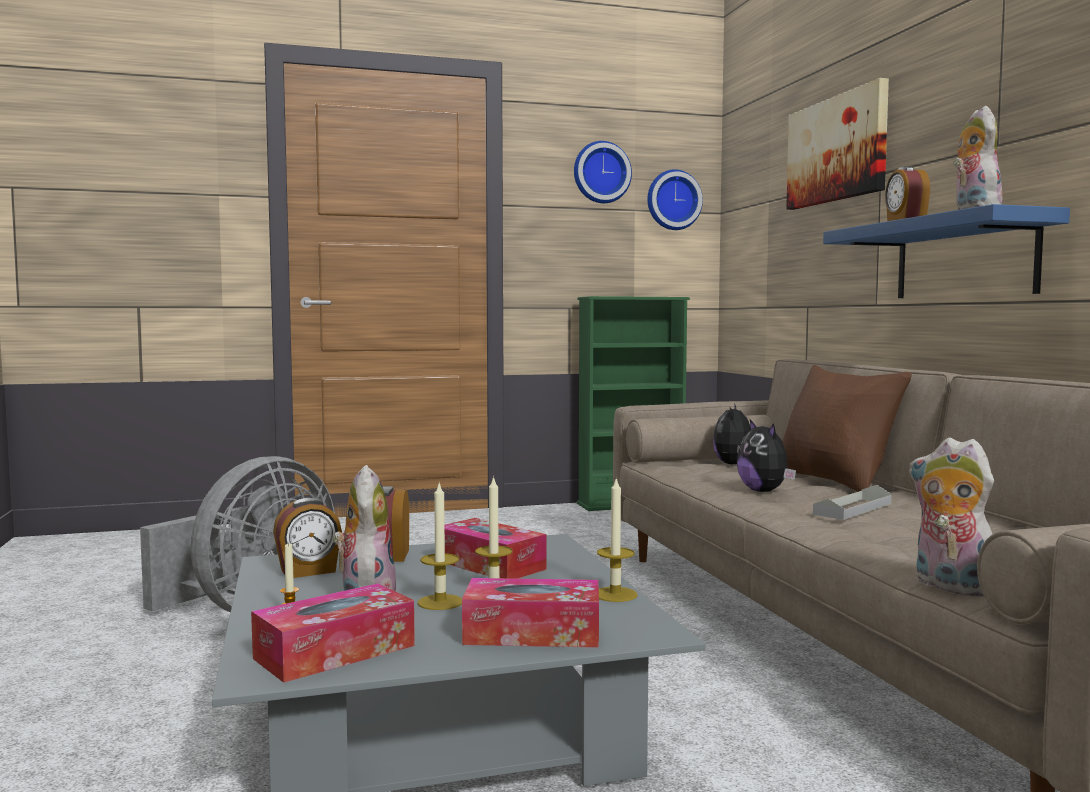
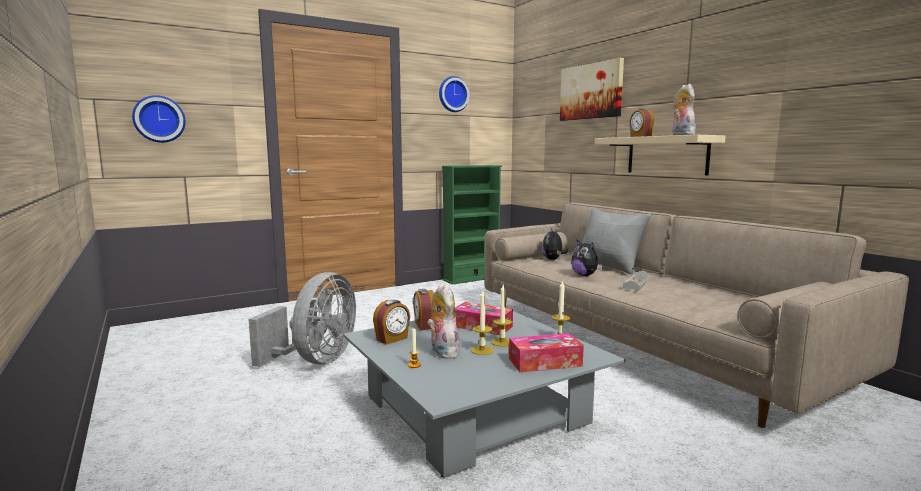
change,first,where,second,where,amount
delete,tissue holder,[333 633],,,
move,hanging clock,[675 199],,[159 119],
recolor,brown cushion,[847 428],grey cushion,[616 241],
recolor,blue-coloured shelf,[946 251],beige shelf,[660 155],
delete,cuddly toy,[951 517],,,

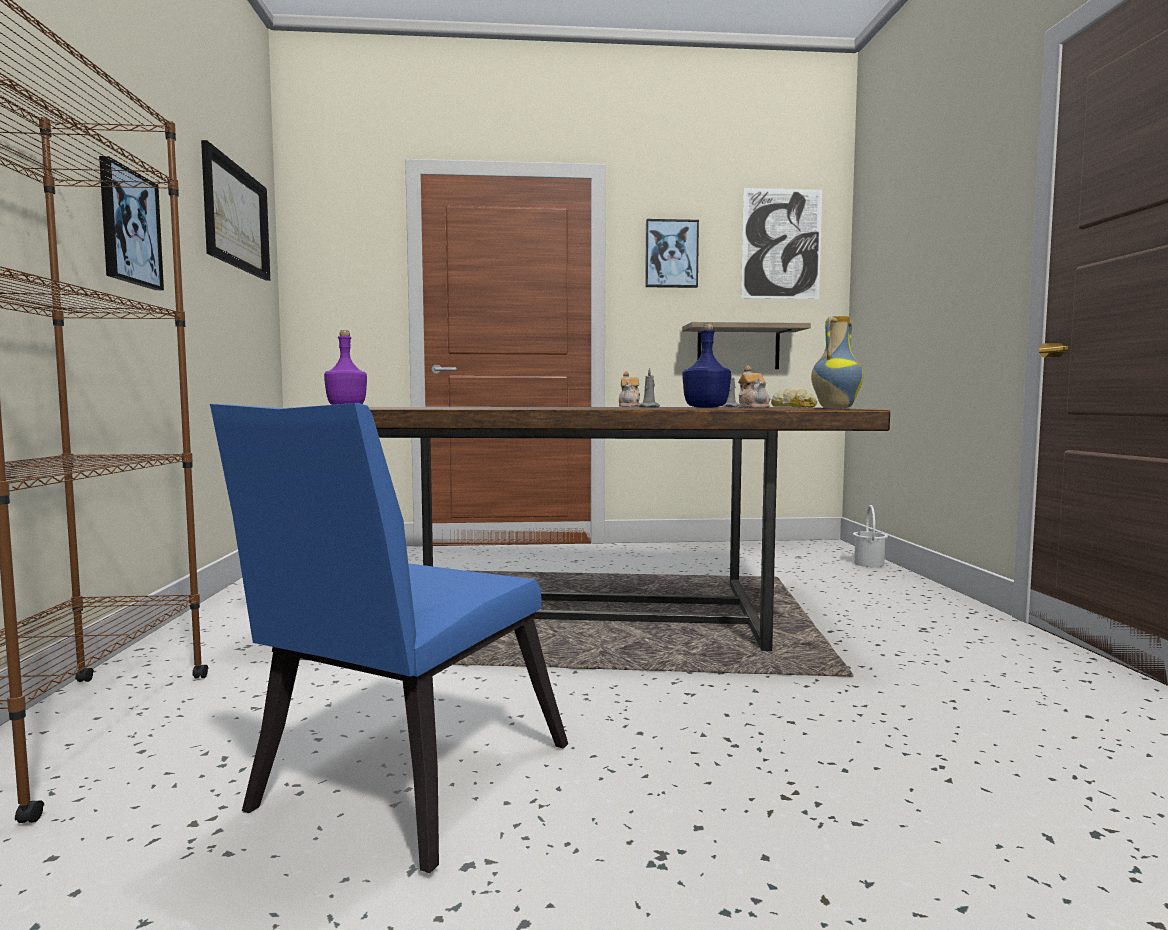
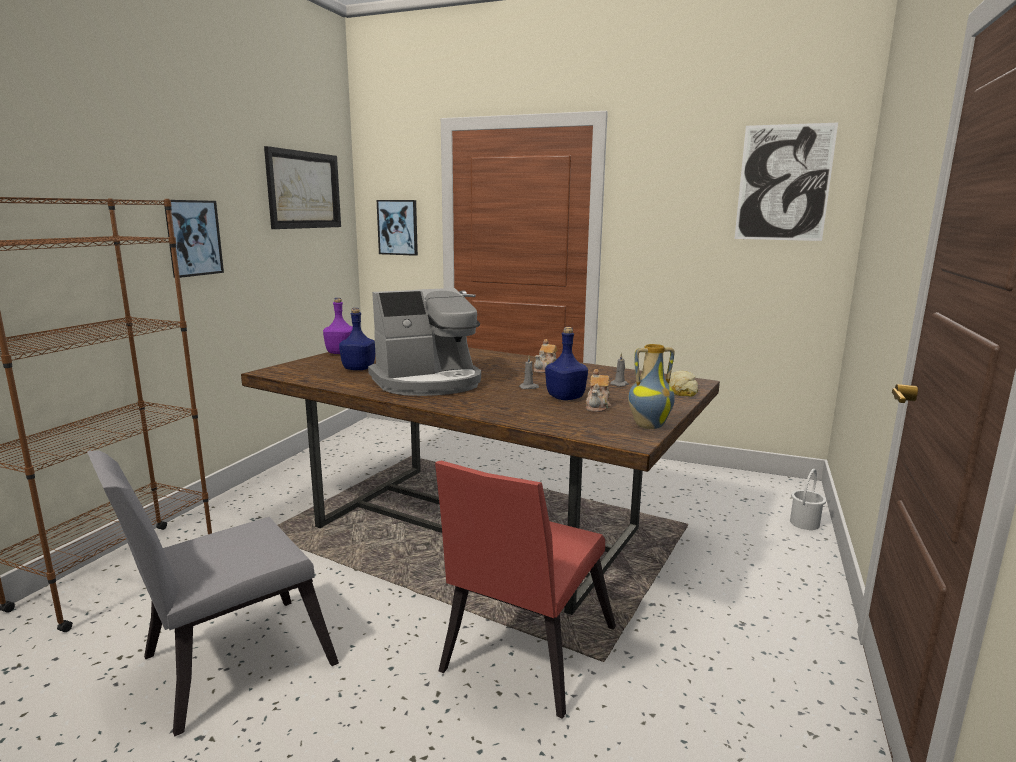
change,first,where,second,where,amount
recolor,blue-coloured plain chair,[389 638],grey plain chair,[213 593],
move,wall picture,[672 253],,[397 228],
delete,shelf,[746 345],,,
insert,,,blue-coloured drink bottle,[357 339],
insert,,,coffee maker,[424 342],
insert,,,reddish plain chair,[525 589],

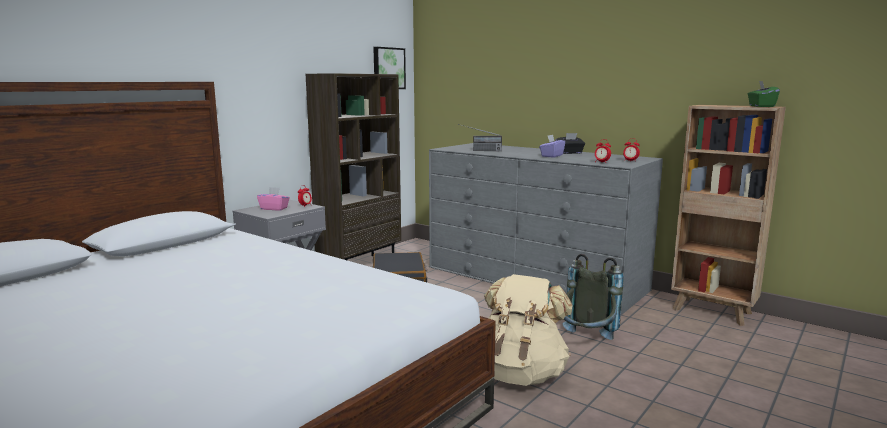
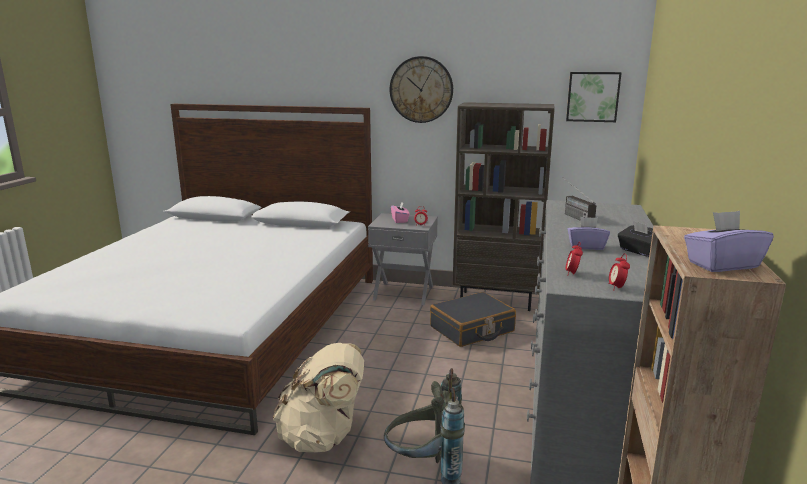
change,first,where,second,where,amount
recolor,green tissue holder,[764 94],purplish tissue holder,[729 241],
insert,,,hanging clock,[421 89],

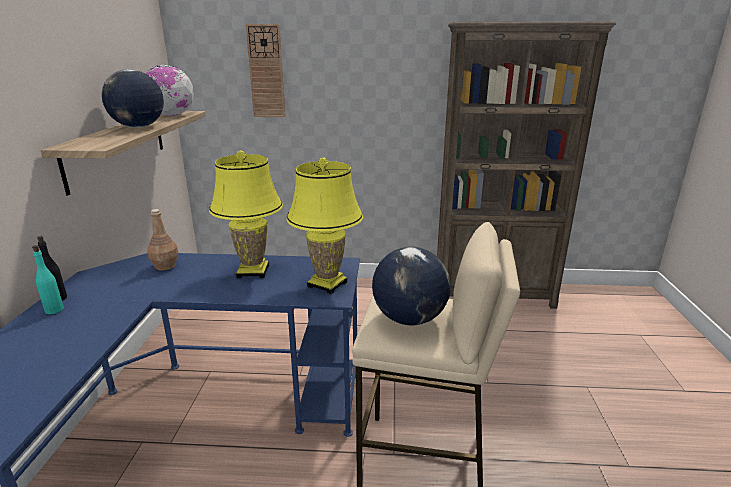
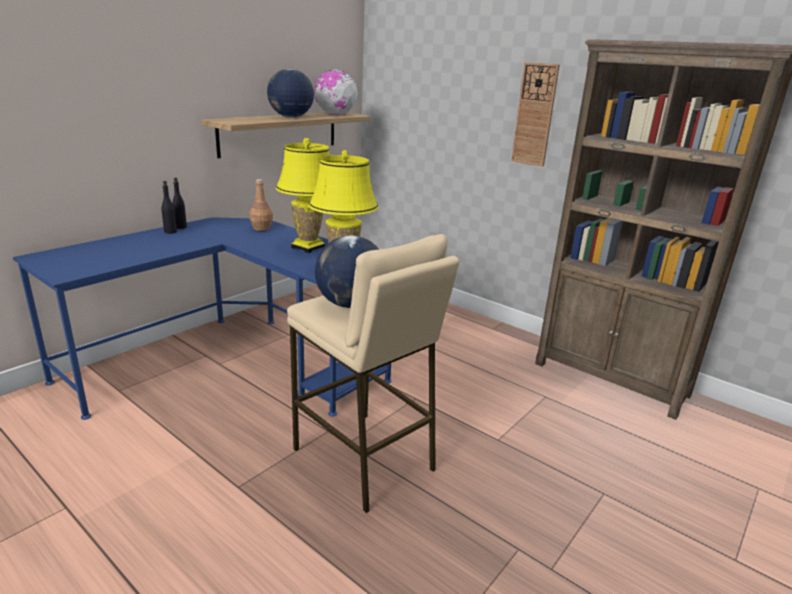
change,first,where,second,where,amount
recolor,blue-green drink bottle,[48 279],blackish drink bottle,[169 207],
move,hanging clock,[265 70],,[535 114],

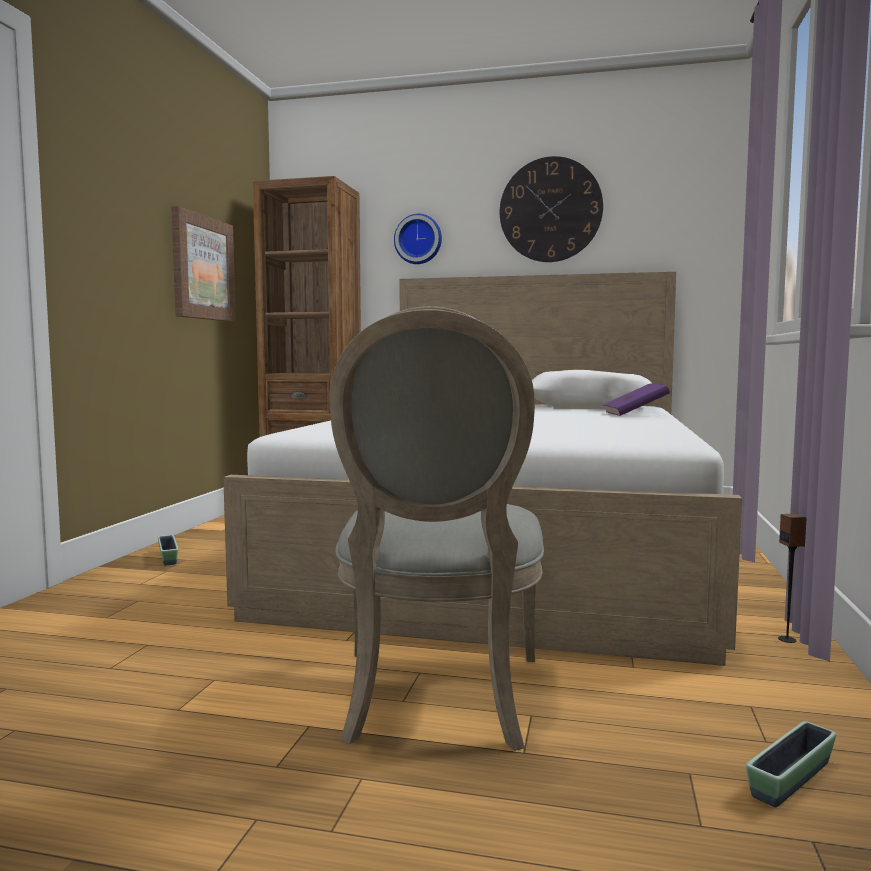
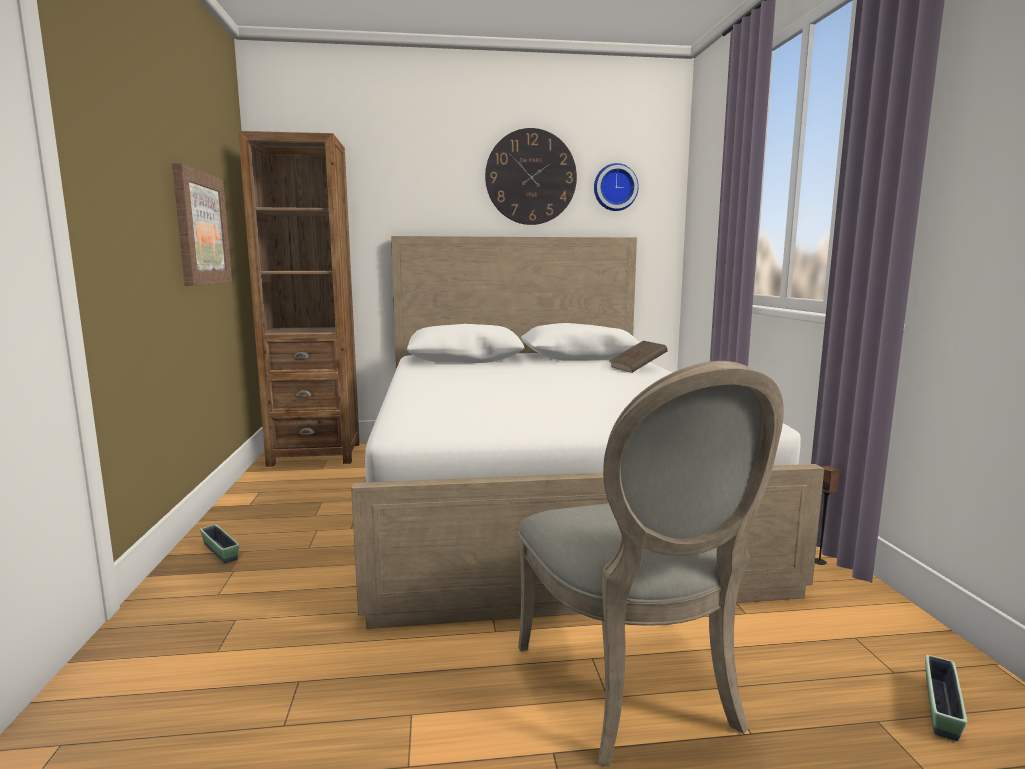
change,first,where,second,where,amount
move,hanging clock,[418 239],,[616 187],
recolor,purplish bound book,[636 399],brown bound book,[638 357],

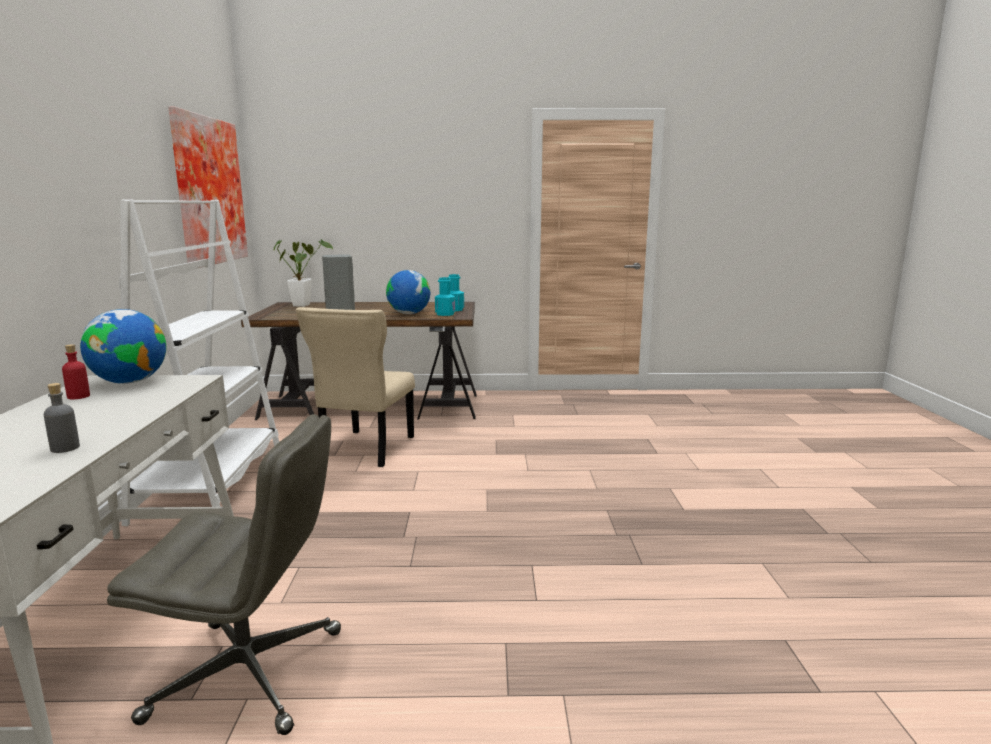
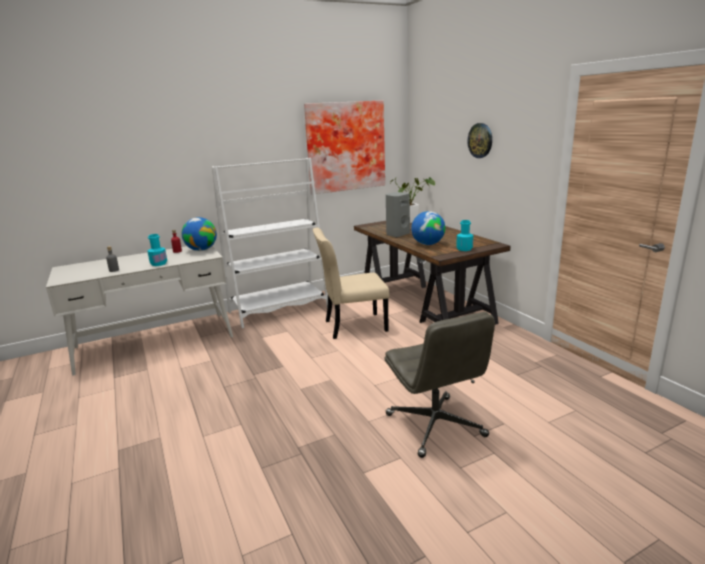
change,first,where,second,where,amount
move,grey office chair,[224 574],,[439 385],
move,blue-green drink bottle,[445 296],,[157 250],
insert,,,hanging clock,[480 140],

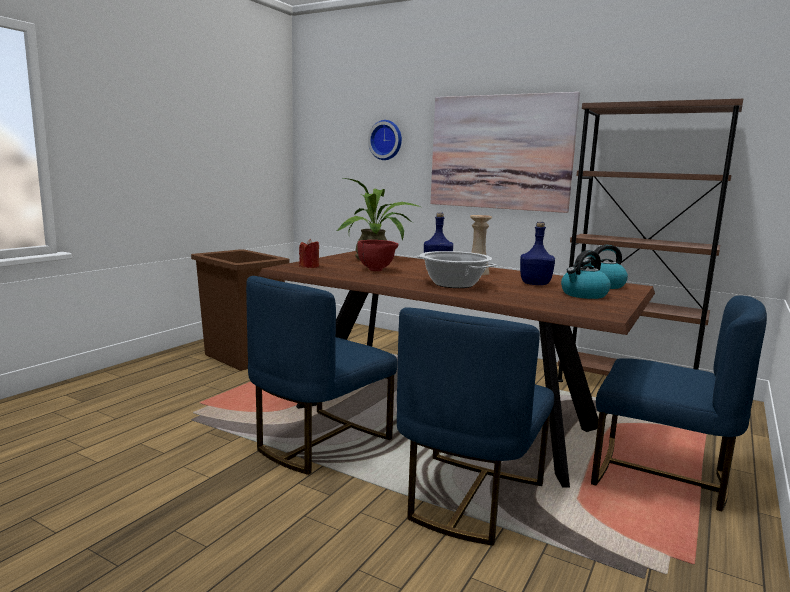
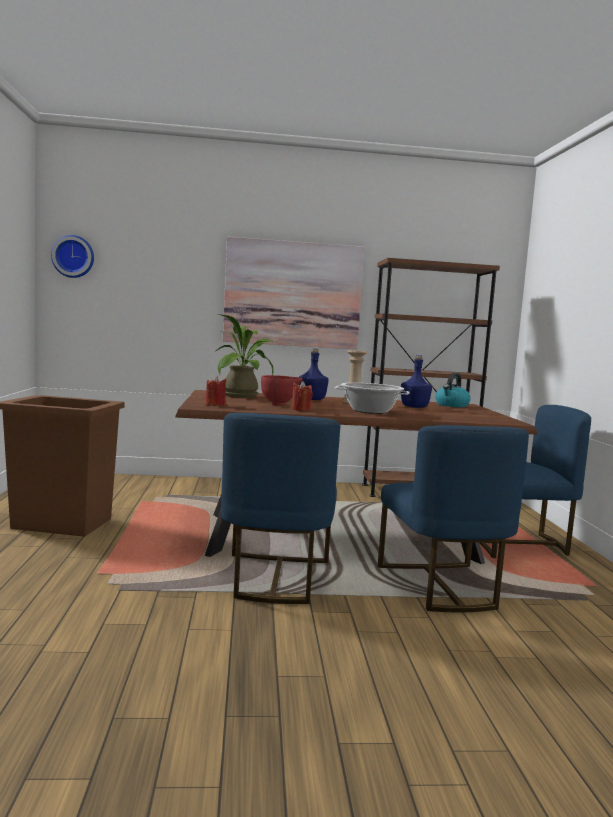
change,first,where,second,where,amount
move,hanging clock,[385 140],,[72 256],
delete,kettle,[586 274],,,
insert,,,reddish wax candle,[302 396],

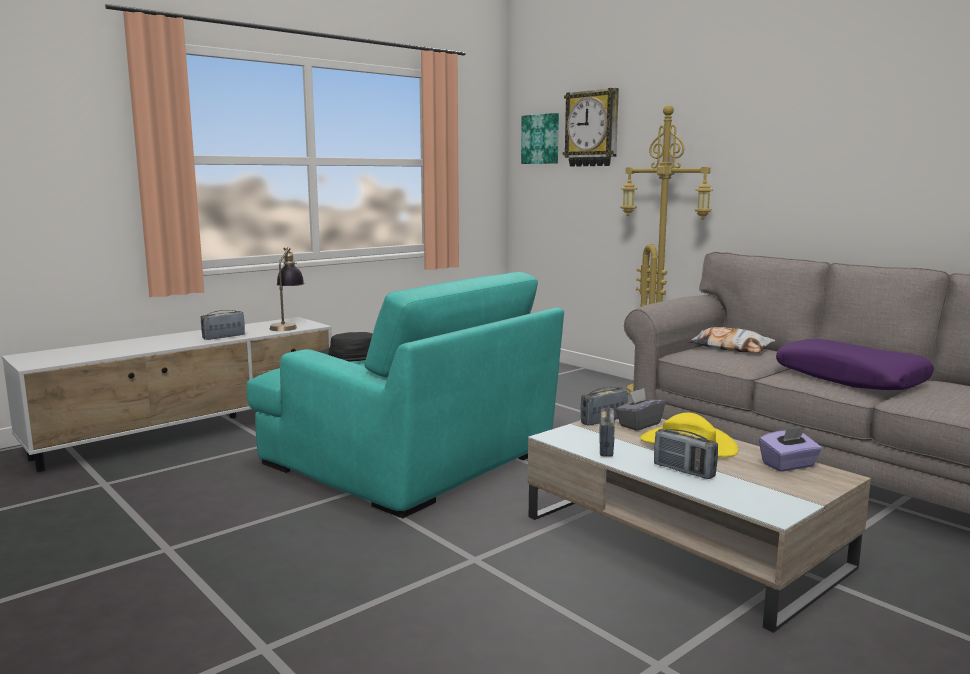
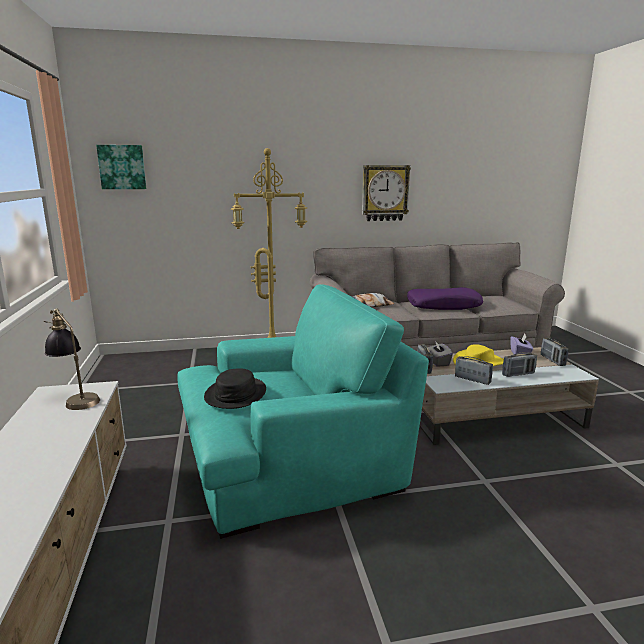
change,first,where,second,where,amount
move,radio set,[223 325],,[555 352],
move,hanging clock,[591 127],,[386 193],

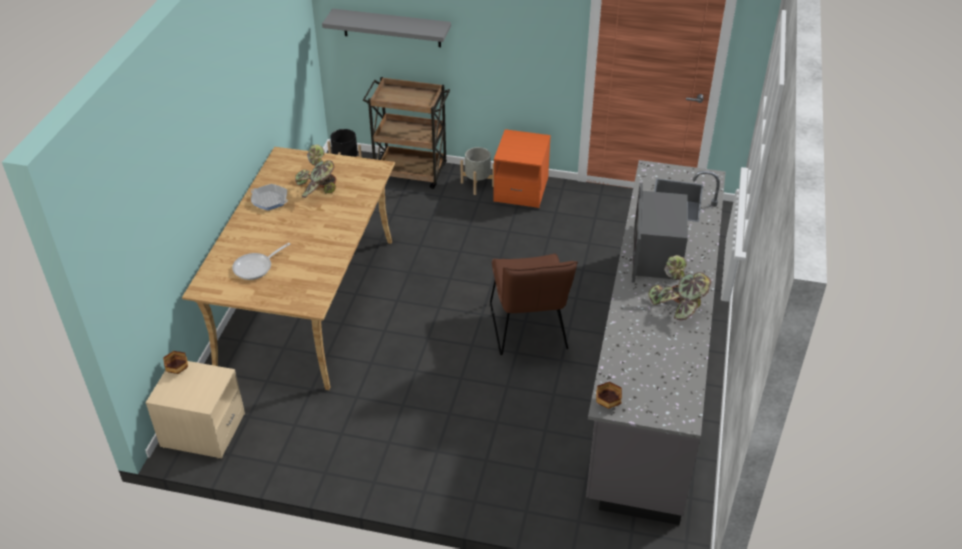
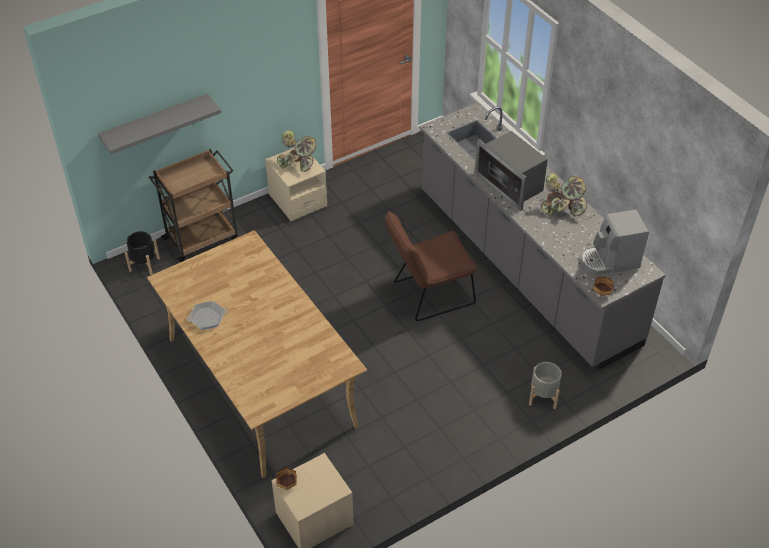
change,first,where,second,where,amount
delete,skillet,[261 261],,,
move,potted plant,[315 171],,[296 151],
move,grey planter,[477 171],,[545 385],
rotate,brown plain chair,[534 304],,[431 266],120 degrees clockwise
recolor,orangey nightstand,[522 168],beige nightstand,[296 184],
insert,,,coffee maker,[615 242],

